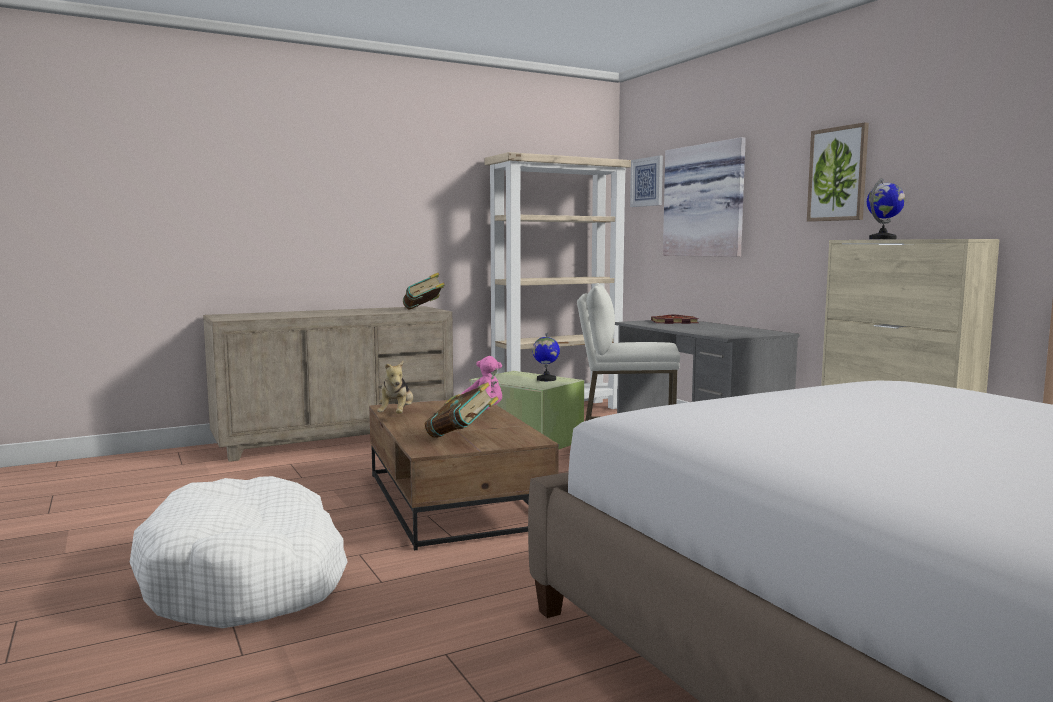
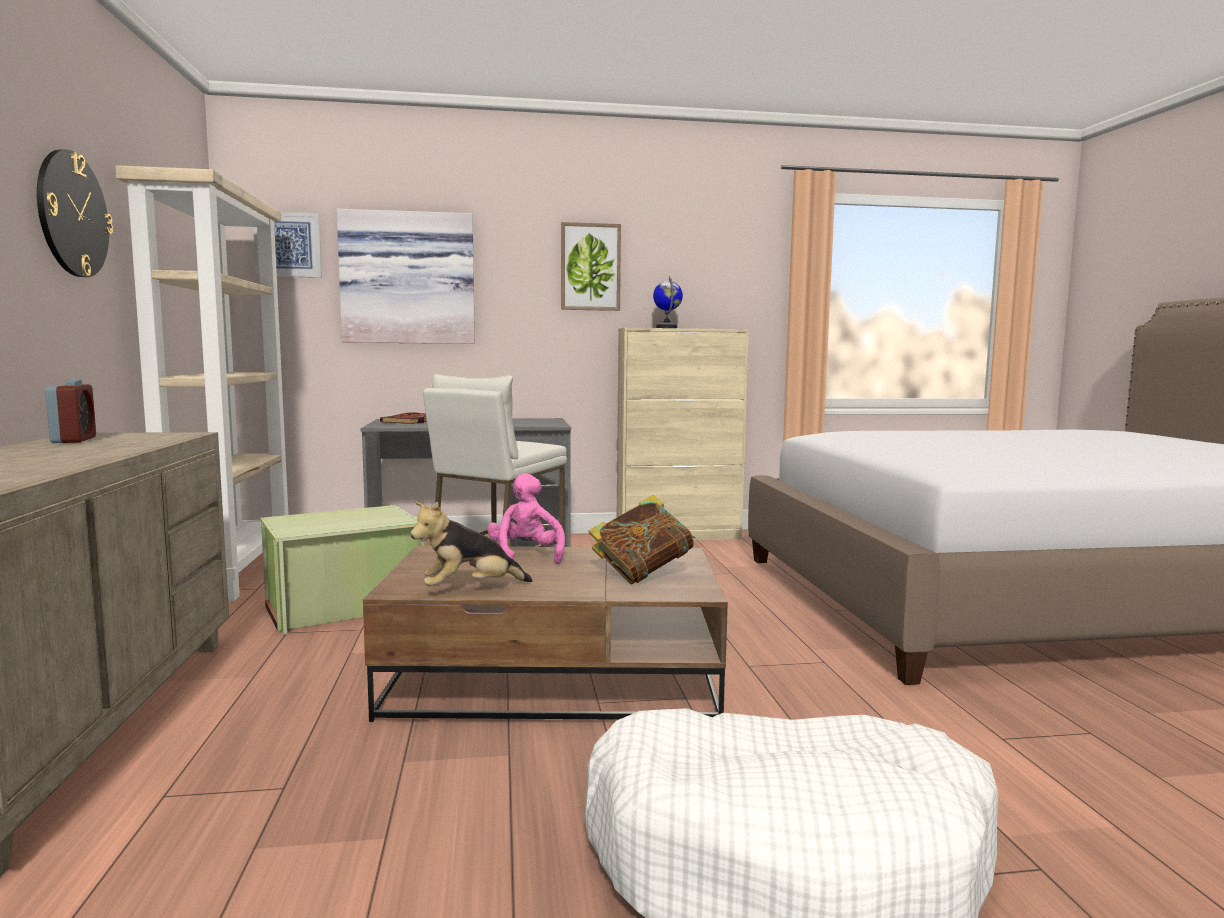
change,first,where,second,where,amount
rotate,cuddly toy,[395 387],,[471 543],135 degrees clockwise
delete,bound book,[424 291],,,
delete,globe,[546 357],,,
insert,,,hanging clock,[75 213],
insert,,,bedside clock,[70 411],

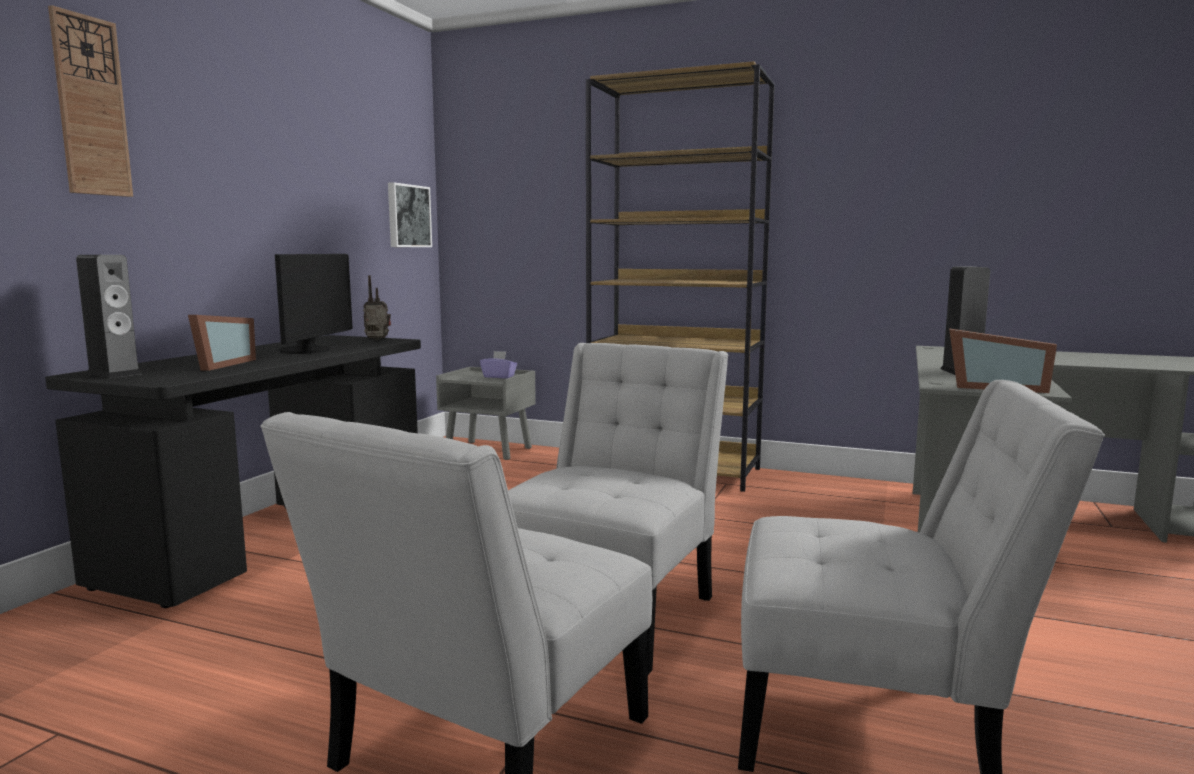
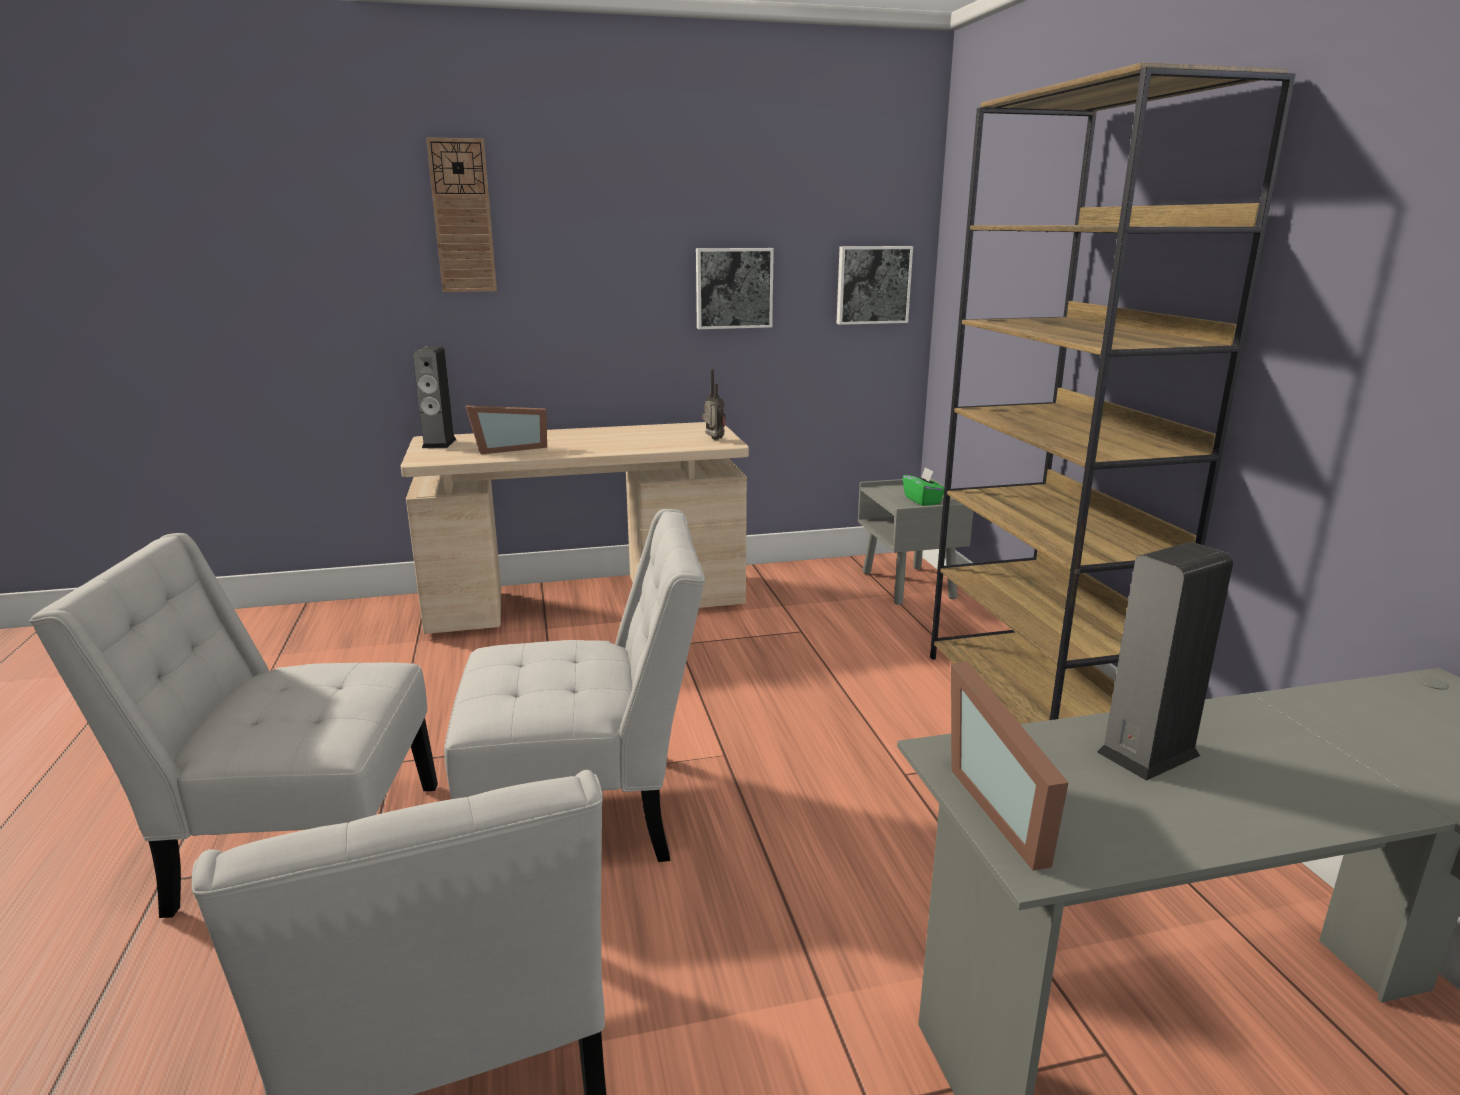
change,first,where,second,where,amount
recolor,blackish desk unit,[233 471],beige desk unit,[575 528],
delete,computer display,[314 304],,,
recolor,purplish tissue holder,[498 365],green tissue holder,[923 486],
insert,,,wall picture,[735 288],

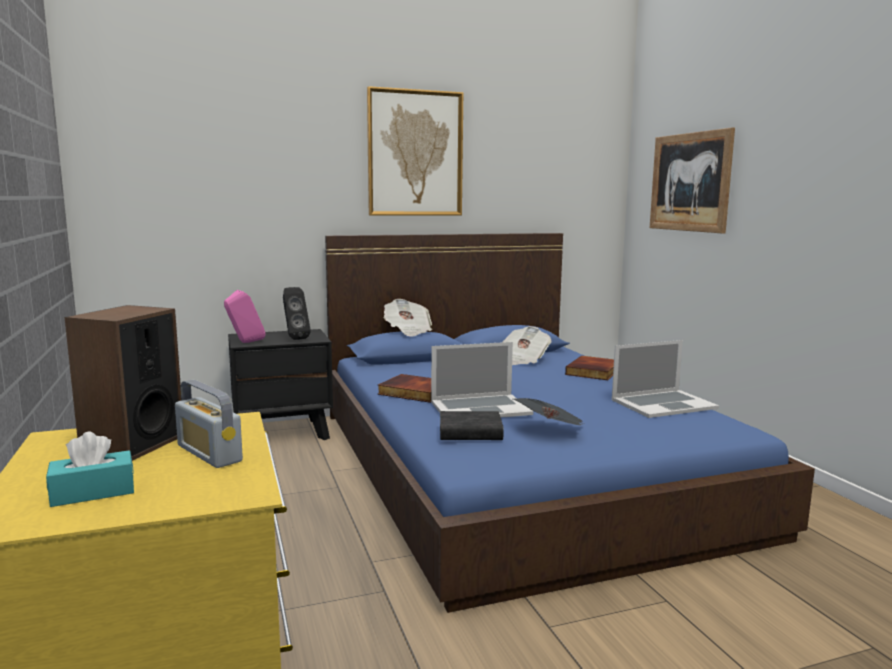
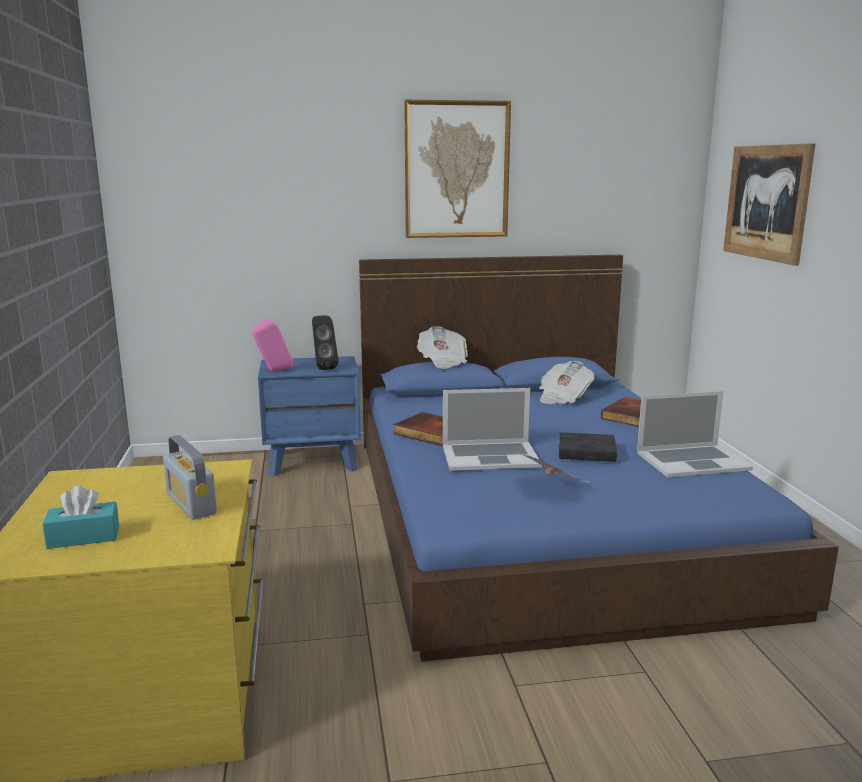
change,first,where,second,where,amount
delete,loudspeaker,[123 383],,,
recolor,blackish nightstand,[280 384],blue-coloured nightstand,[309 416],
move,blackish bound book,[472 425],,[588 447],

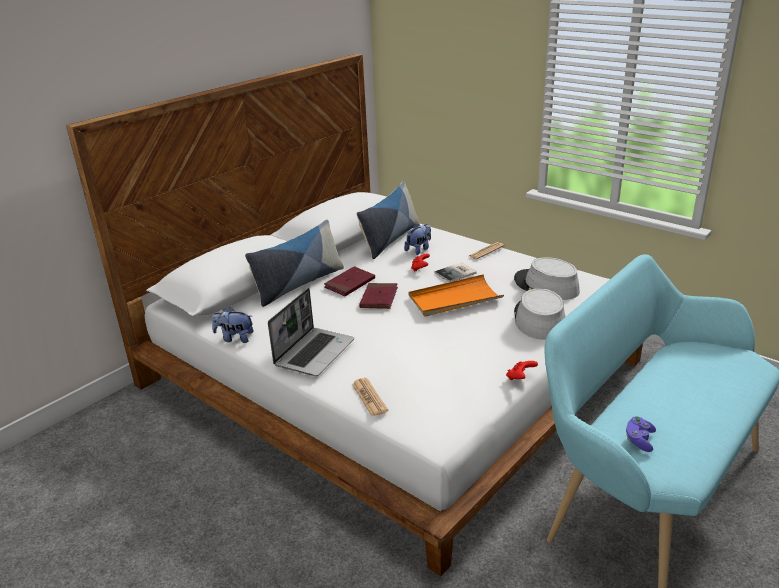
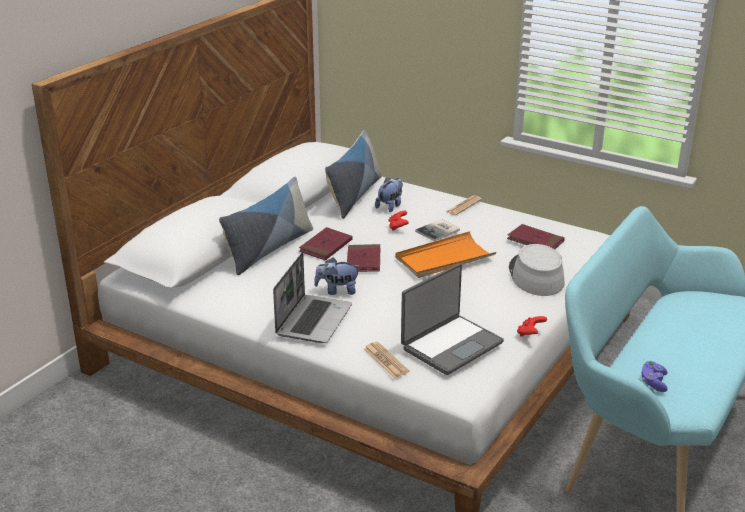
change,first,where,second,where,amount
move,cuddly toy,[233 325],,[337 276],
replace,grey clothing hat,[547 278],reddish bound book,[536 236],
insert,,,portable computer,[452 319],

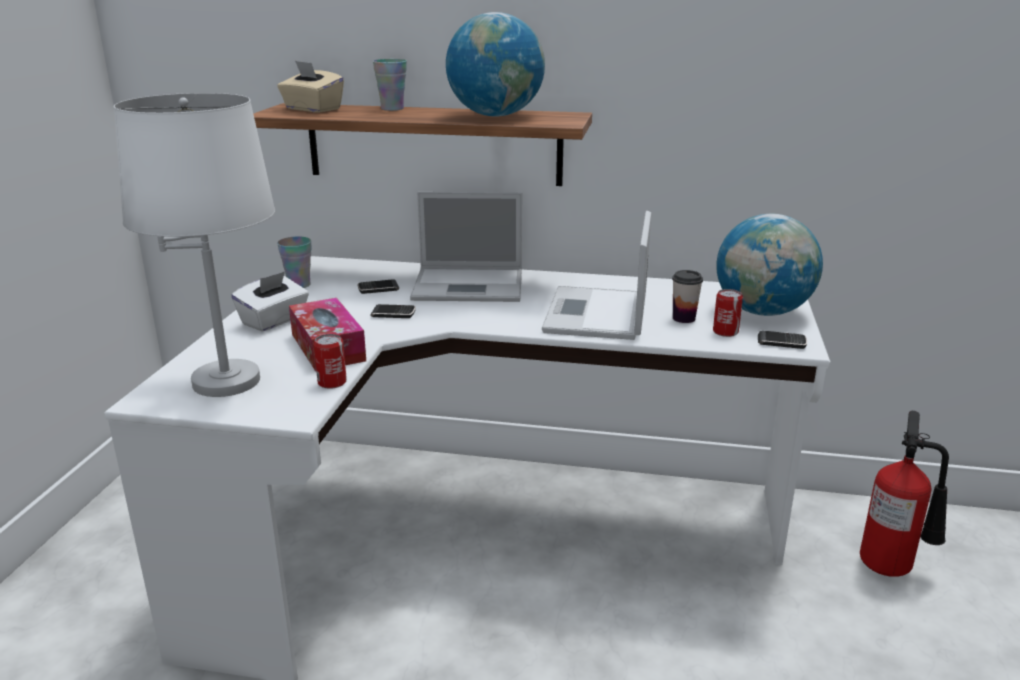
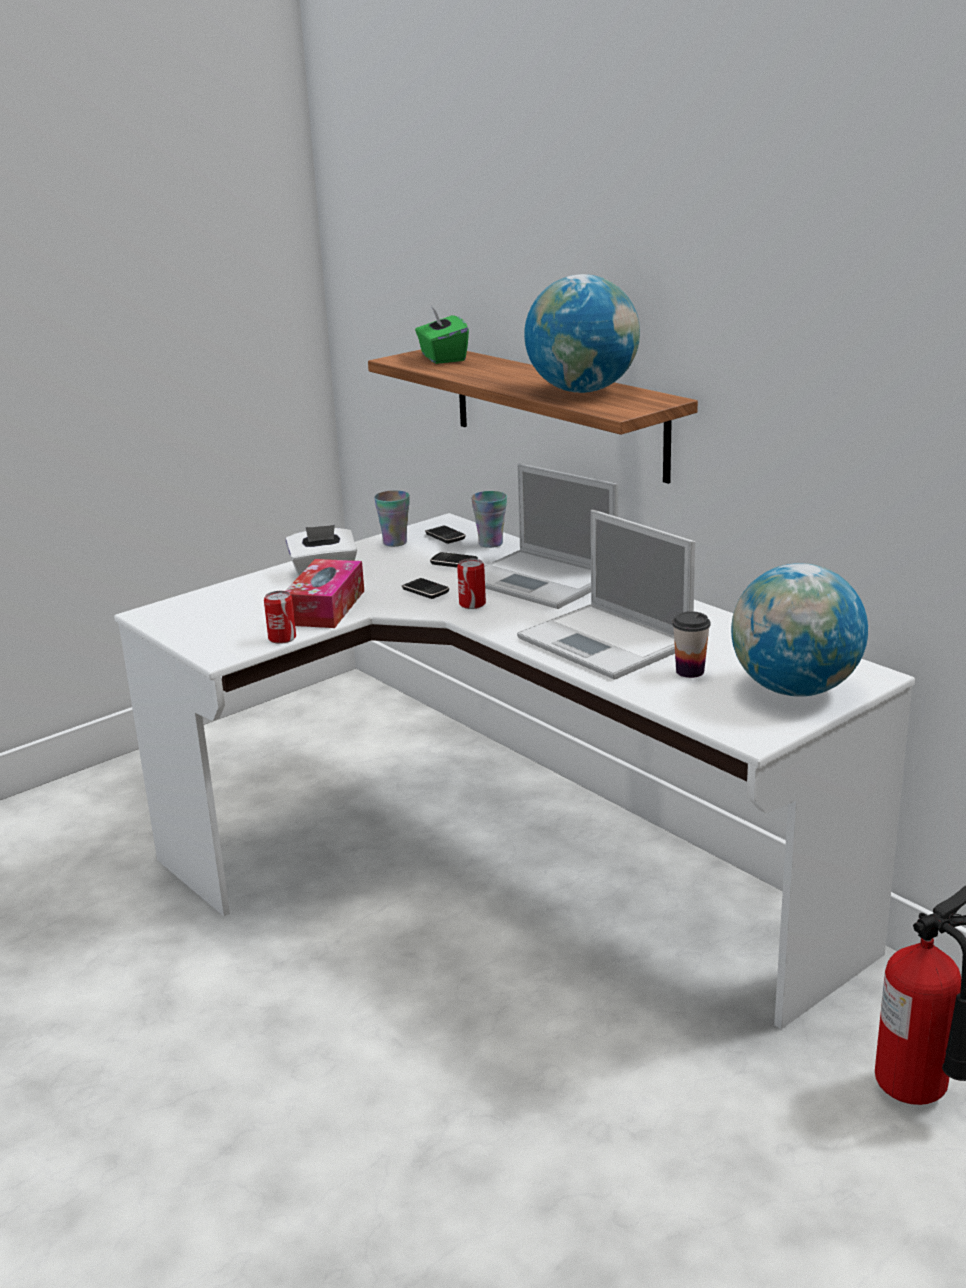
change,first,where,second,where,amount
delete,white lamp for a table,[194 245],,,
recolor,beige tissue holder,[310 87],green tissue holder,[442 335],
move,drinking cup,[390 85],,[489 519],
rotate,portable computer,[596 275],,[606 595],90 degrees counterclockwise
move,can,[728 313],,[471 584],
move,phone,[782 340],,[445 534],

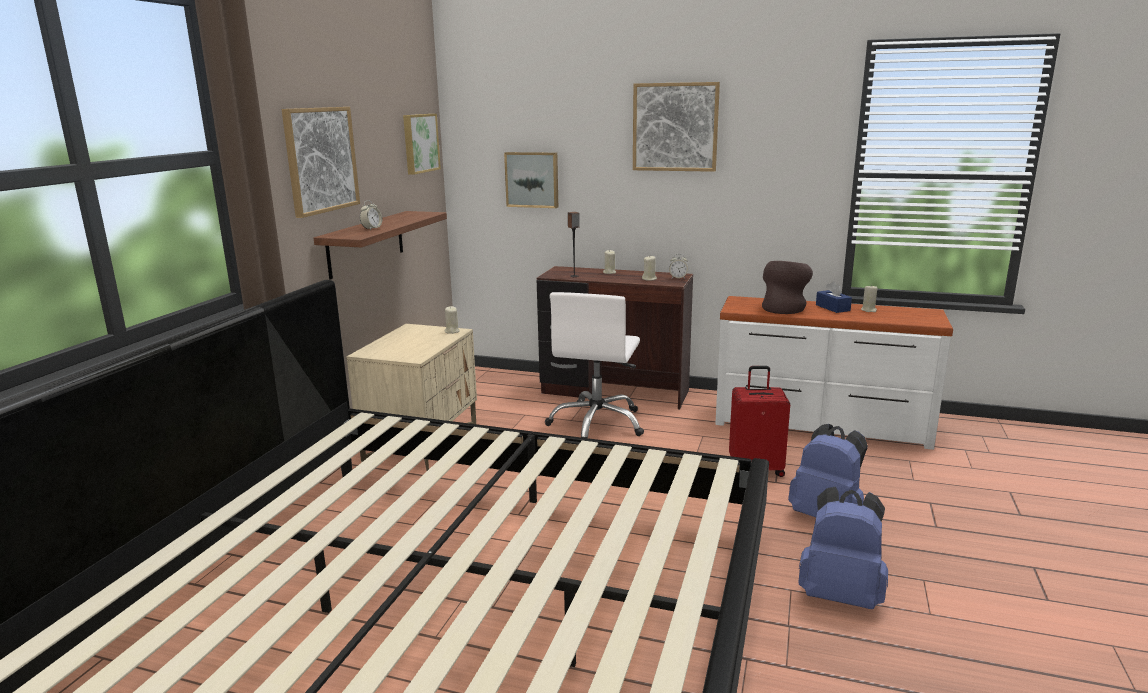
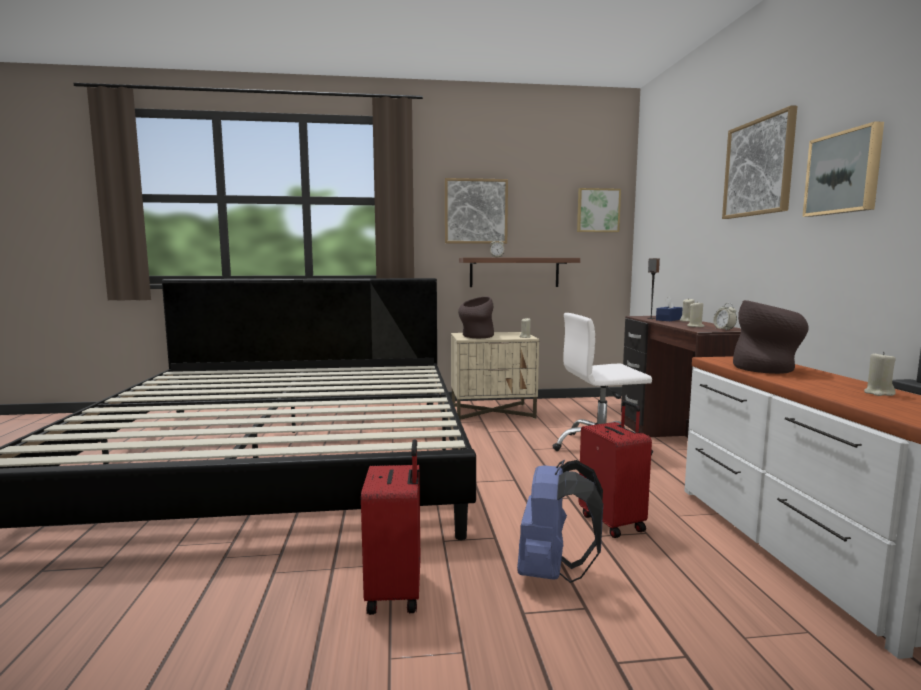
change,first,where,second,where,amount
move,wall picture,[531 180],,[843 169],
replace,blue-coloured rucksack,[843 547],reddish travel case,[390 527],
move,blue-coloured tissue holder,[834 297],,[669 308],
insert,,,brown vase,[476 317],

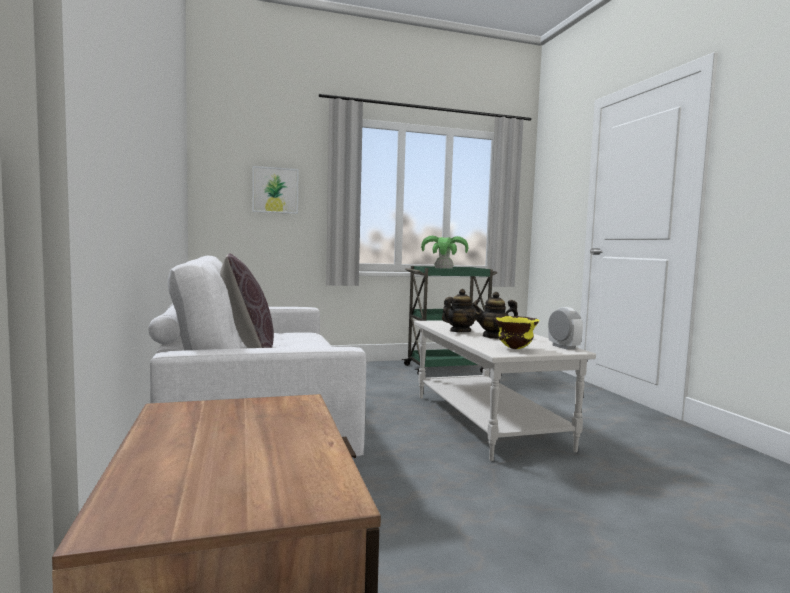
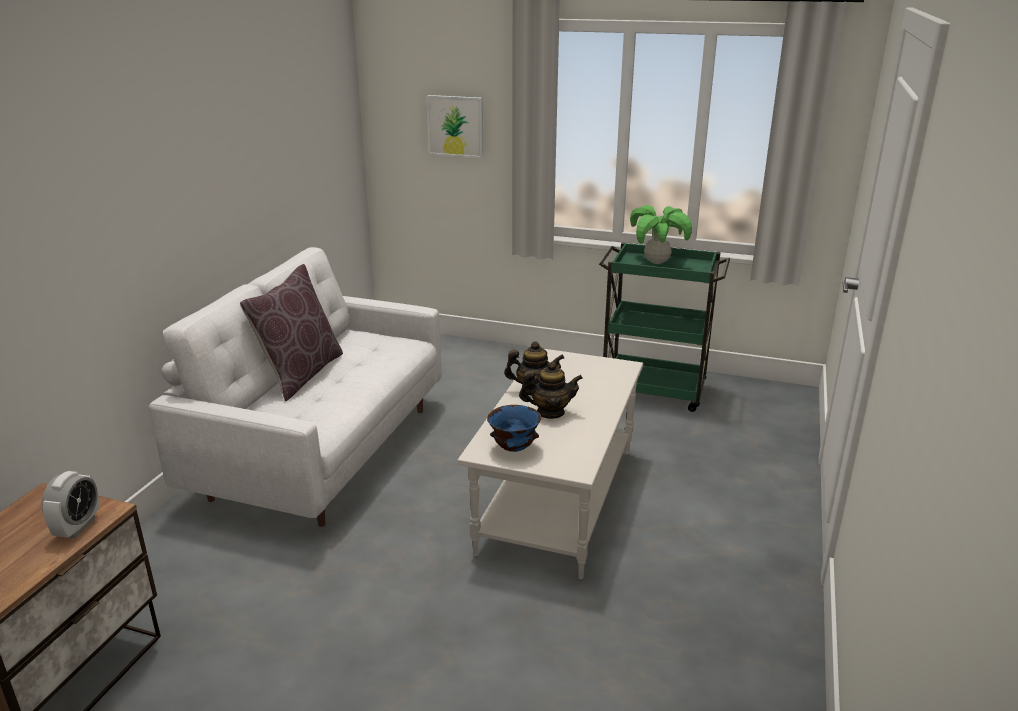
change,first,where,second,where,amount
rotate,tea pot,[495 315],,[551 390],150 degrees clockwise
recolor,yellowish serving bowl,[517 332],blue-coloured serving bowl,[514 428],
move,bedside clock,[565 328],,[71 504],

